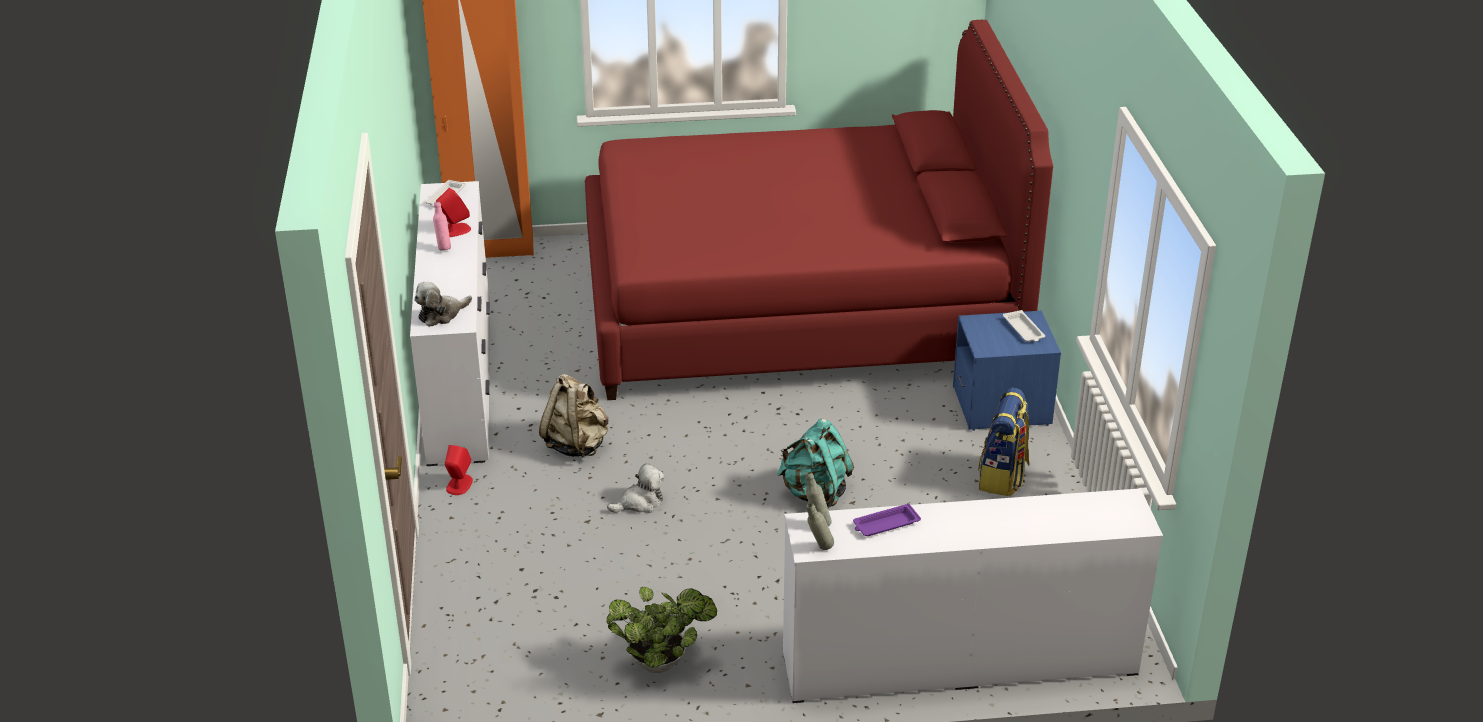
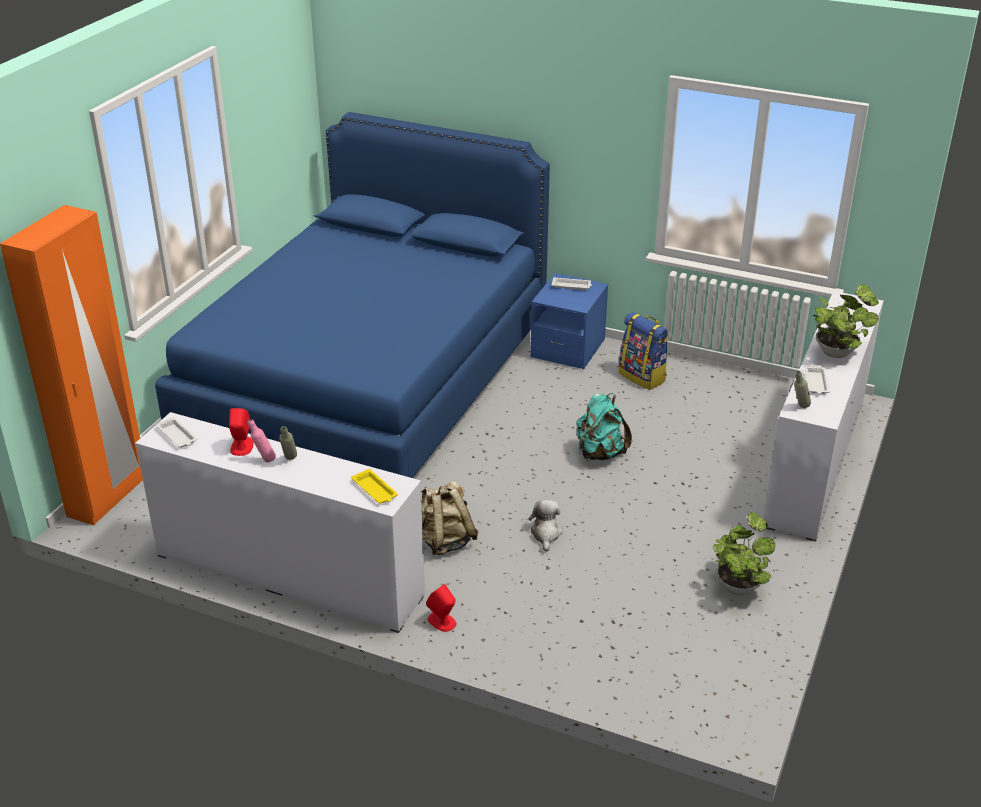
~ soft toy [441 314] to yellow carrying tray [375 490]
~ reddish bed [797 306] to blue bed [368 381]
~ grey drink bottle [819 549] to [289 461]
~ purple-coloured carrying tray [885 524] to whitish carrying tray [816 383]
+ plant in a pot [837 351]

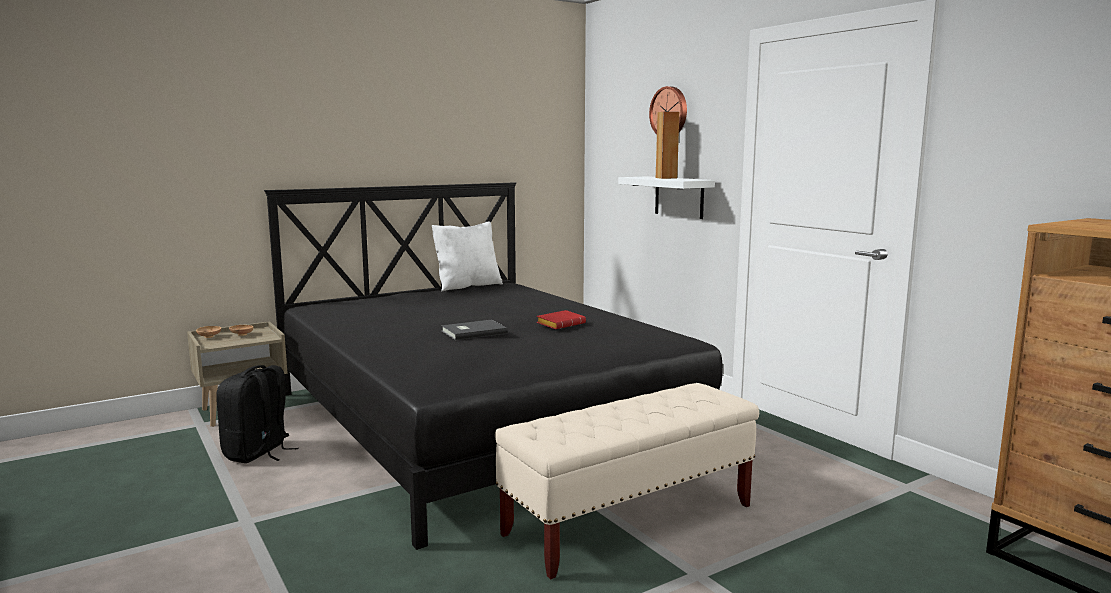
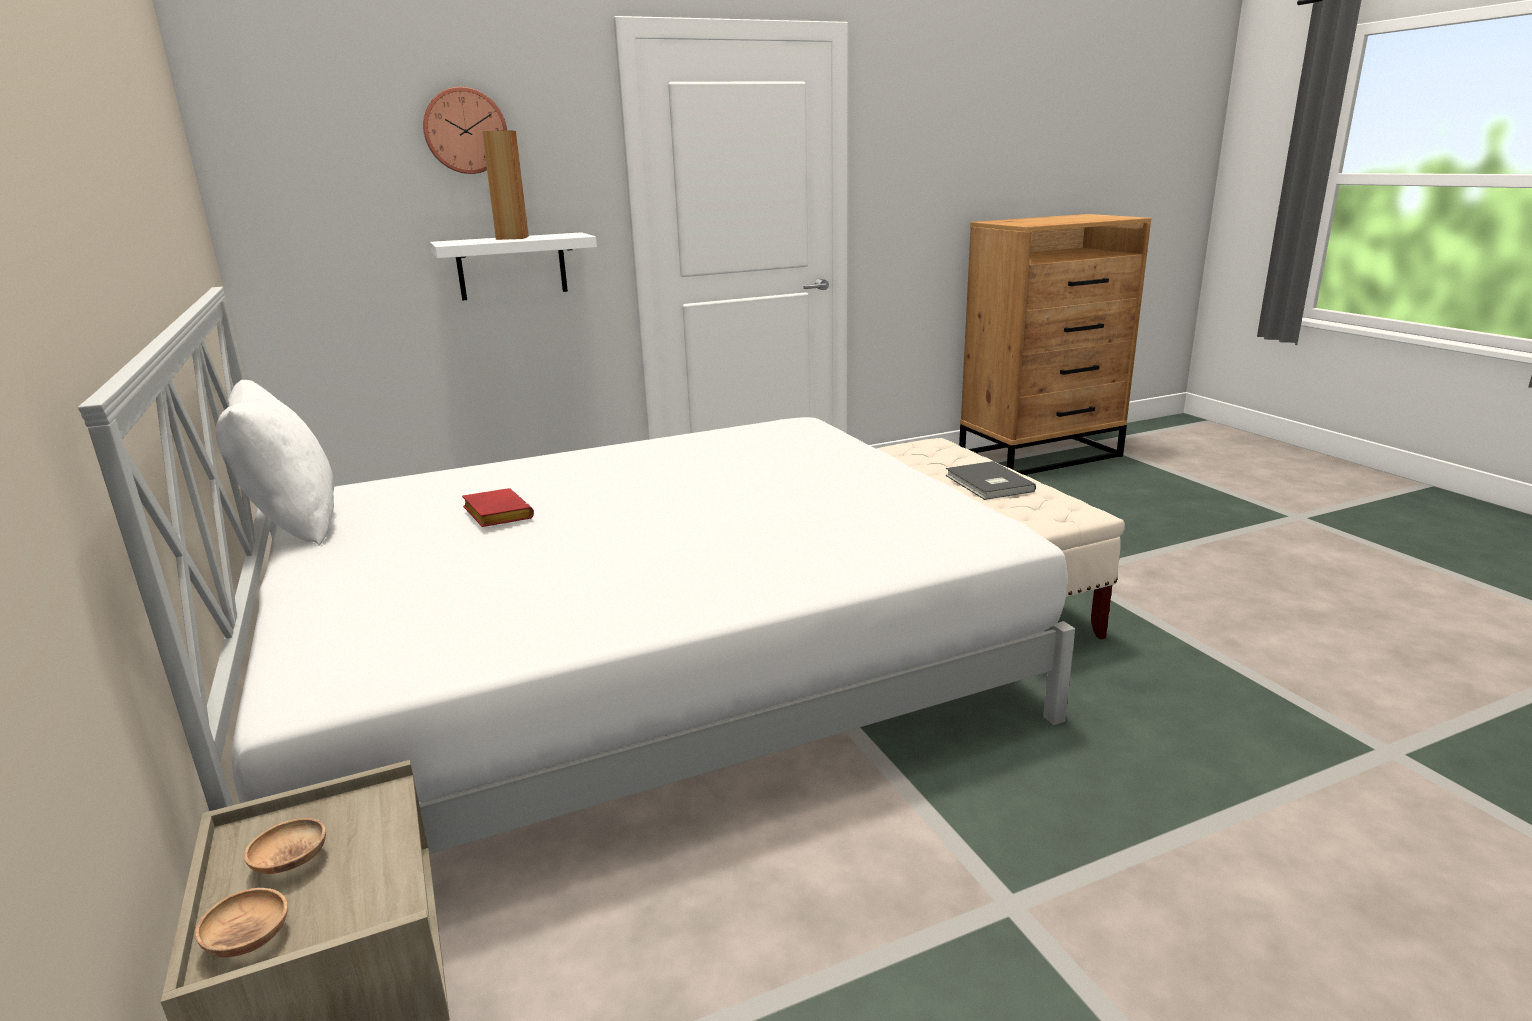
- blackish knapsack [258 453]
~ blackish bed [479 421] to whitish bed [641 674]
~ grey volume [472 332] to [987 484]
~ reddish volume [561 324] to [495 514]

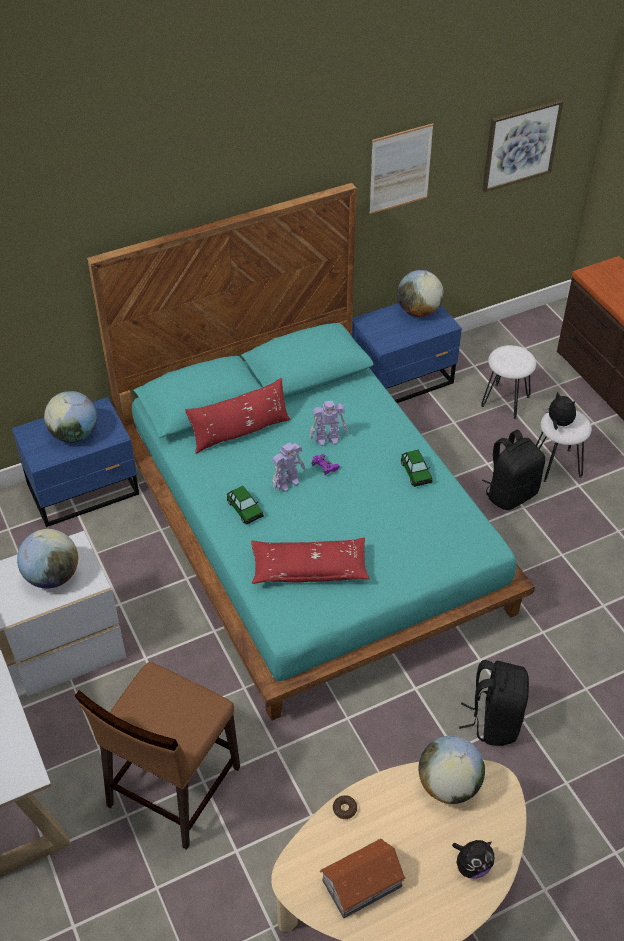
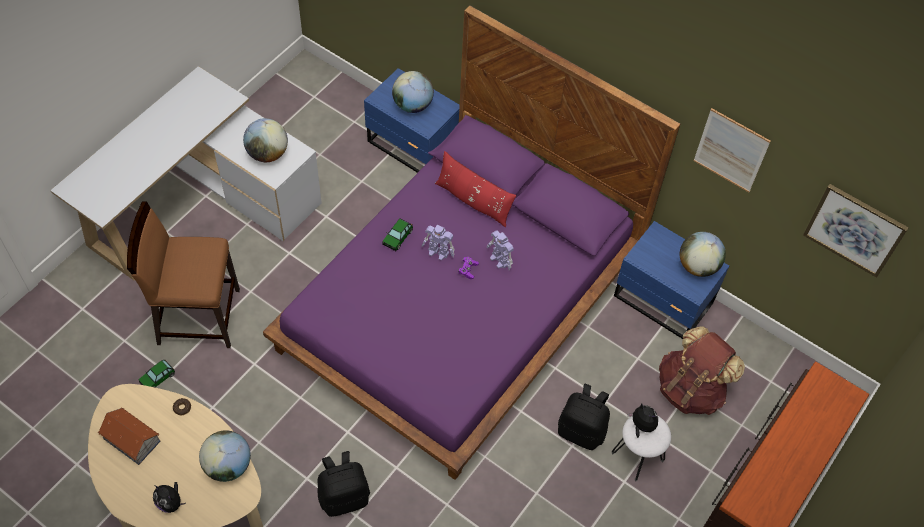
~ blue-green bed [312 528] to purple-coloured bed [460 303]
- reddish pillow [309 568]
~ toy car [416 472] to [157 378]
~ whitish sitting stool [505 401] to brownish knapsack [691 389]
~ soft toy [558 423] = [641 426] 60 degrees counterclockwise

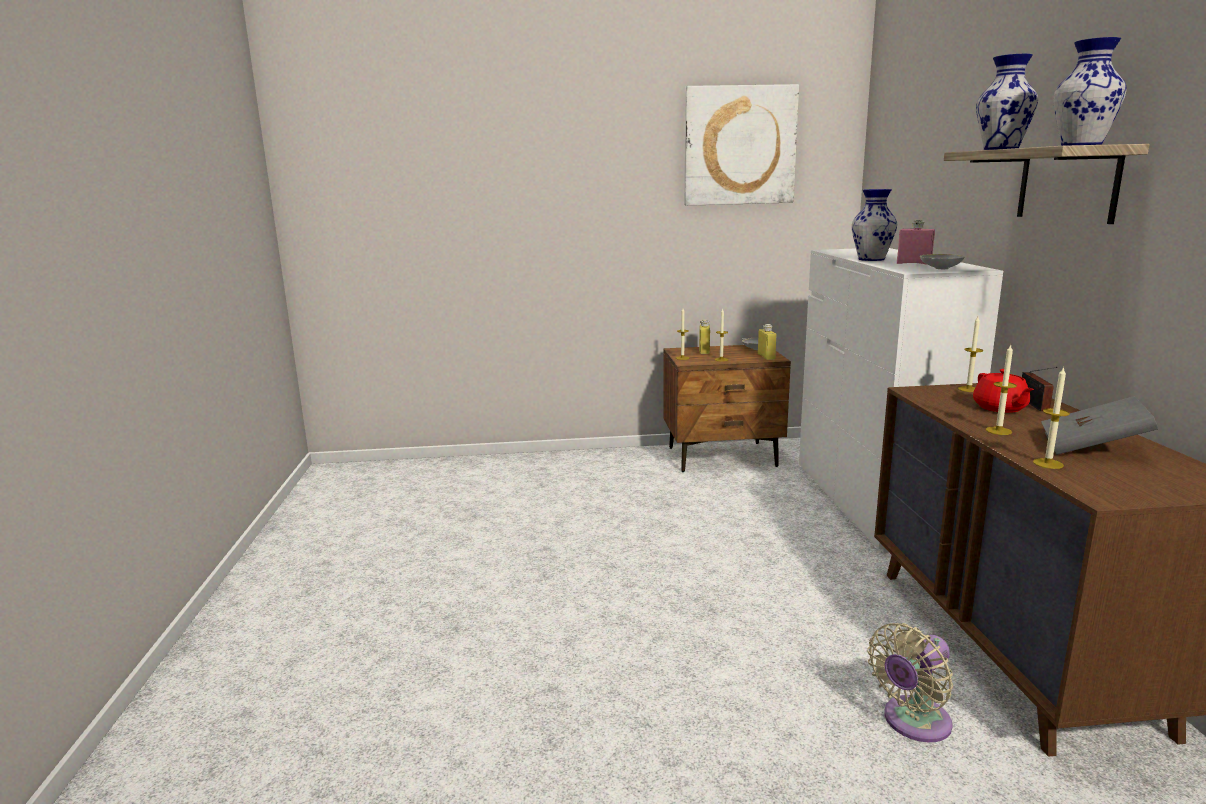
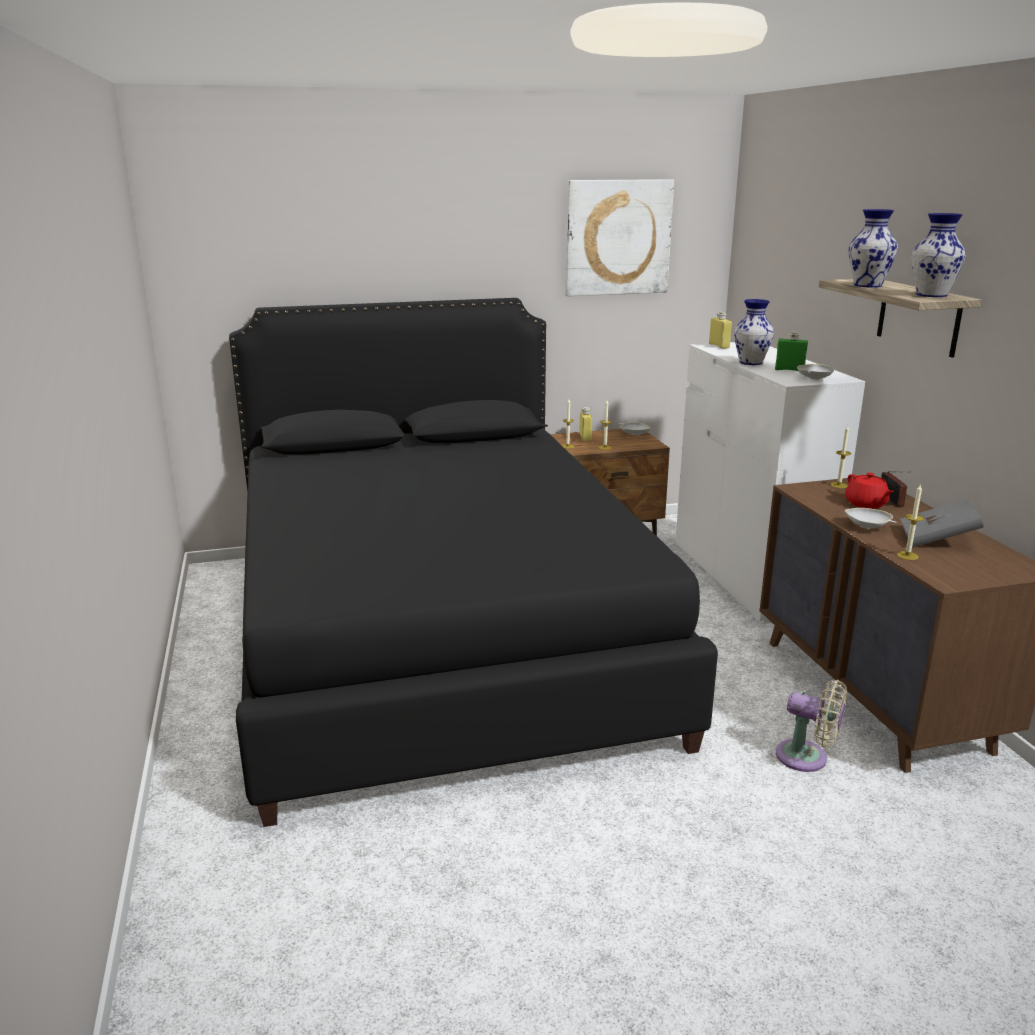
~ yellow drink bottle [766 357] to [719 346]
~ beige fan [912 723] = [807 758] 105 degrees counterclockwise
~ pink-coloured drink bottle [914 263] to green drink bottle [789 370]
~ candle [998 431] to whitish deep dish [868 527]
+ blackish bed [437 638]

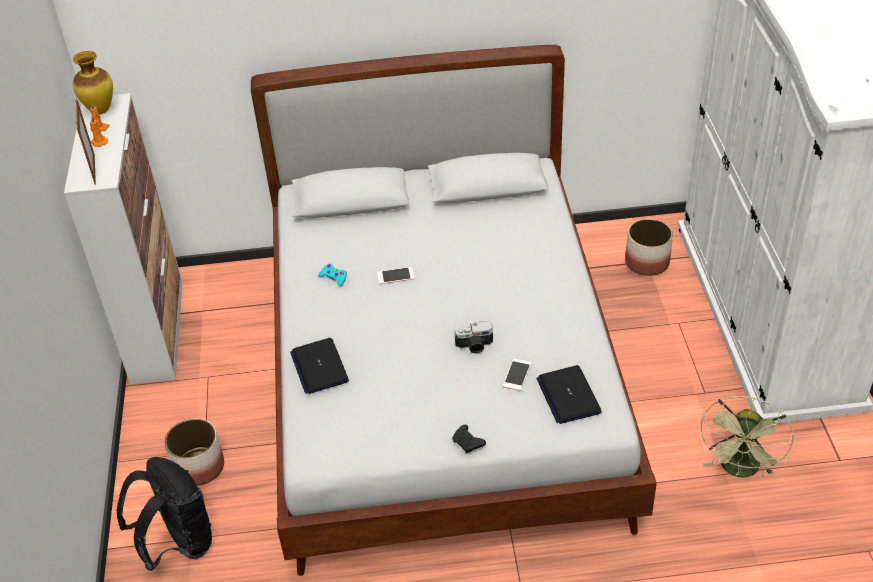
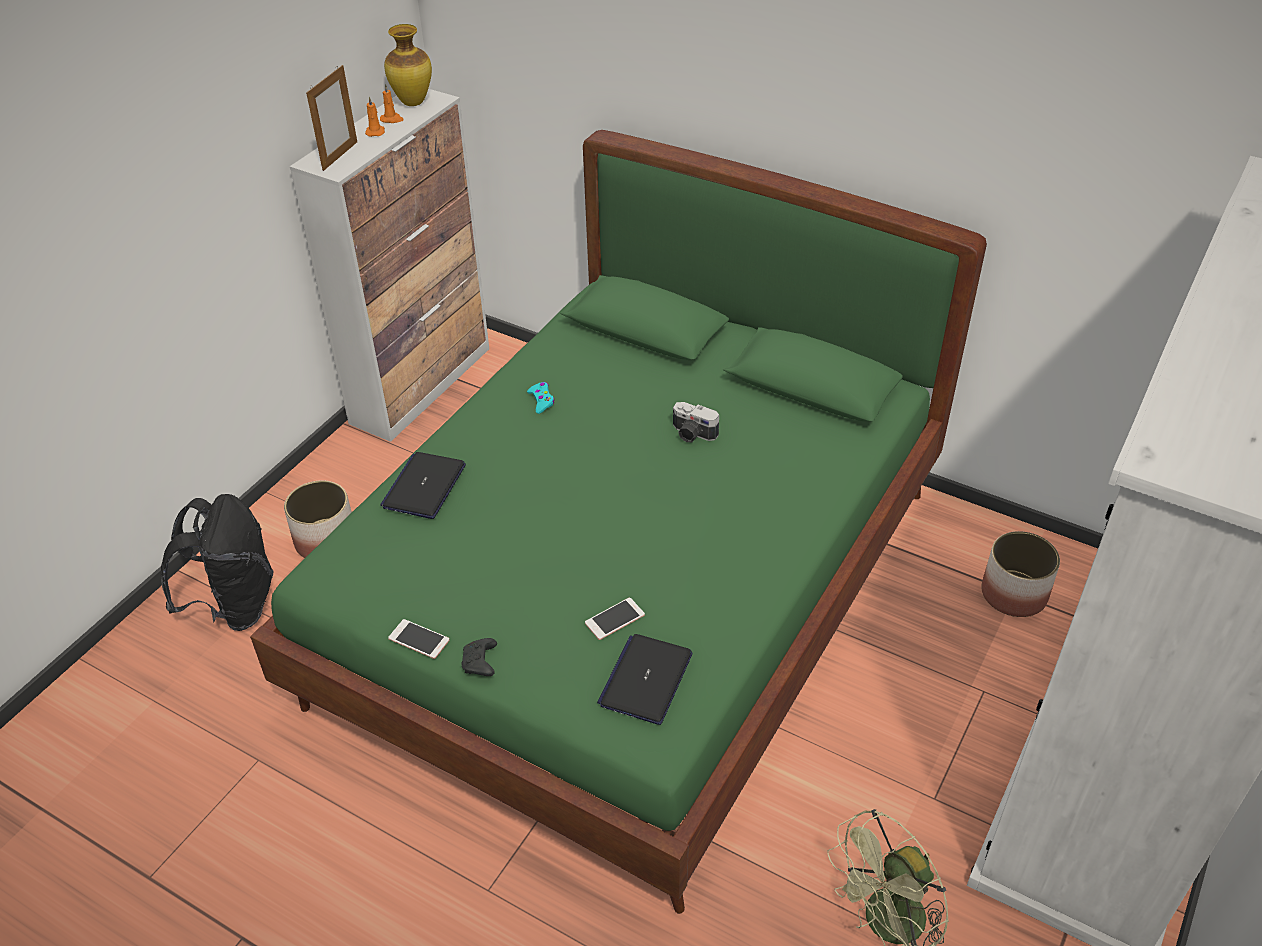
~ whitish bed [443 384] to green bed [635 599]
~ phone [395 276] to [419 639]
~ photo camera [474 346] to [692 434]

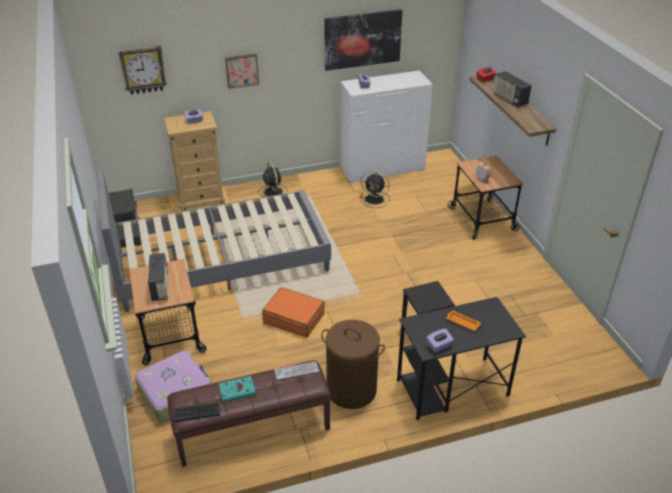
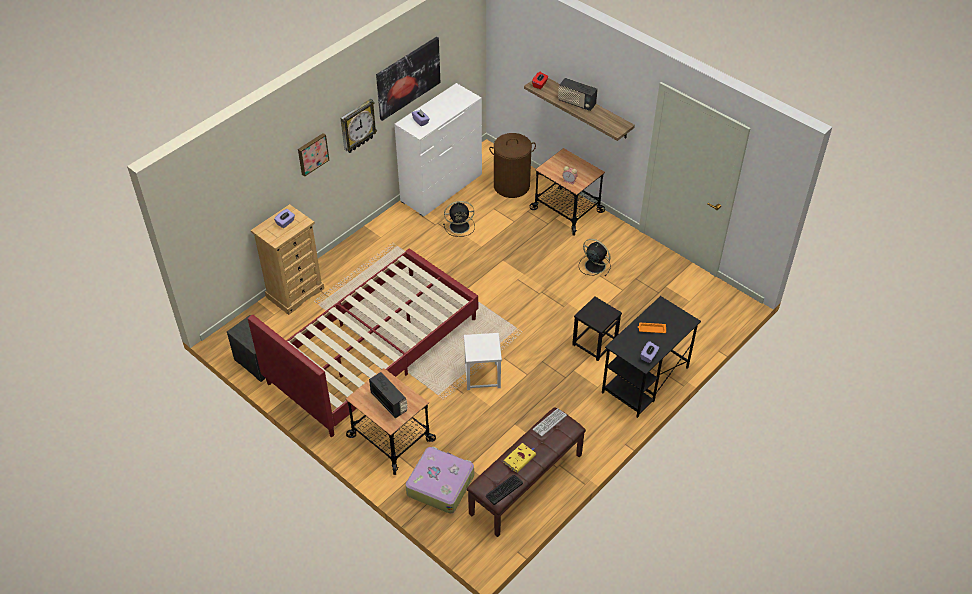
~ grey bed [220 261] to reddish bed [373 350]
~ clock on the wall [143 69] to [357 126]
~ blue-green volume [238 390] to yellow volume [520 458]
~ blackish fan [273 191] to [594 265]
~ orange piece of luggage [294 318] to whitish sitting stool [482 376]
~ brownish washing basket [351 389] to [511 186]

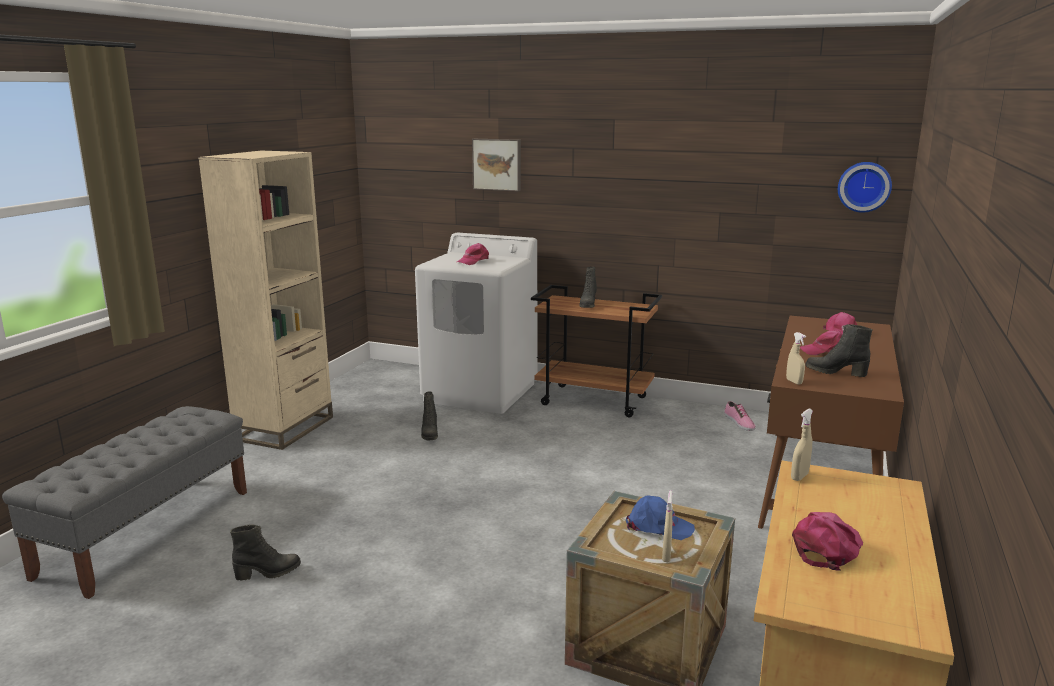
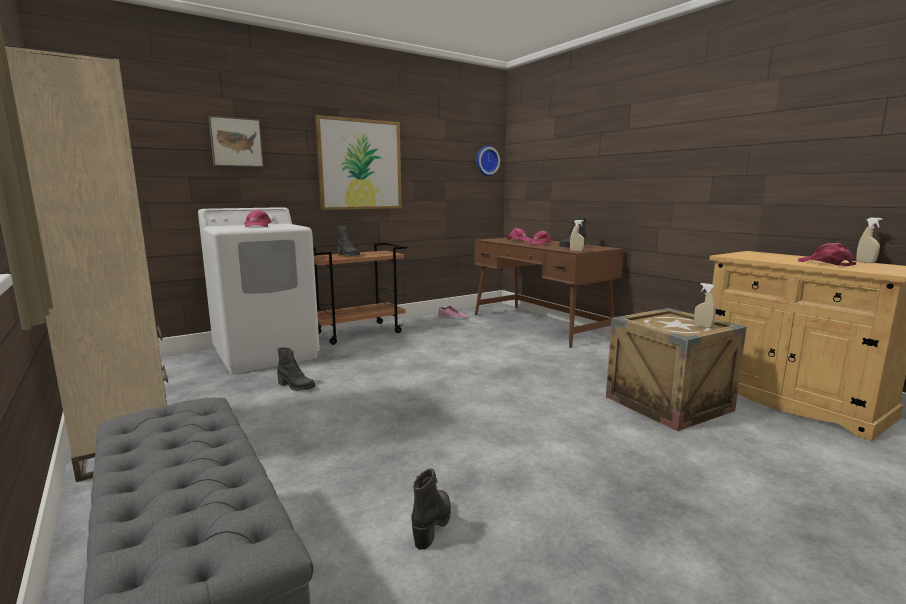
- blue peaked cap [658 527]
~ beige hand sprayer [799 477] to [865 262]
+ wall art [360 165]

